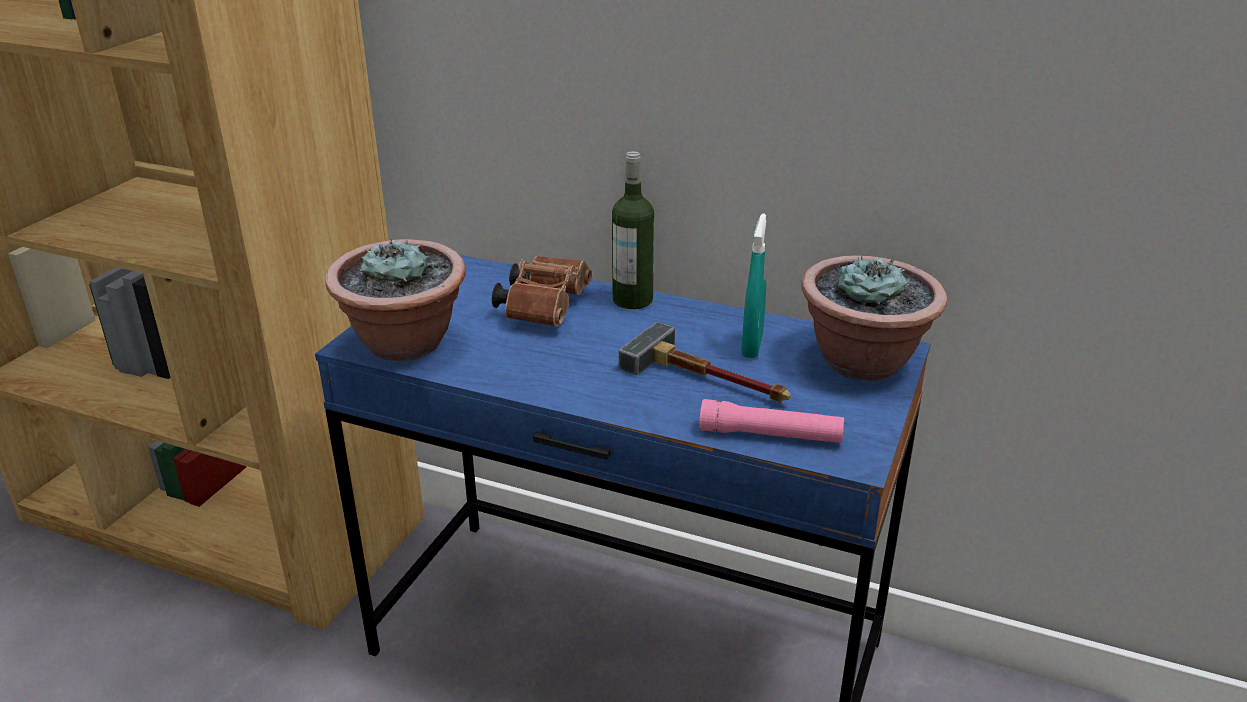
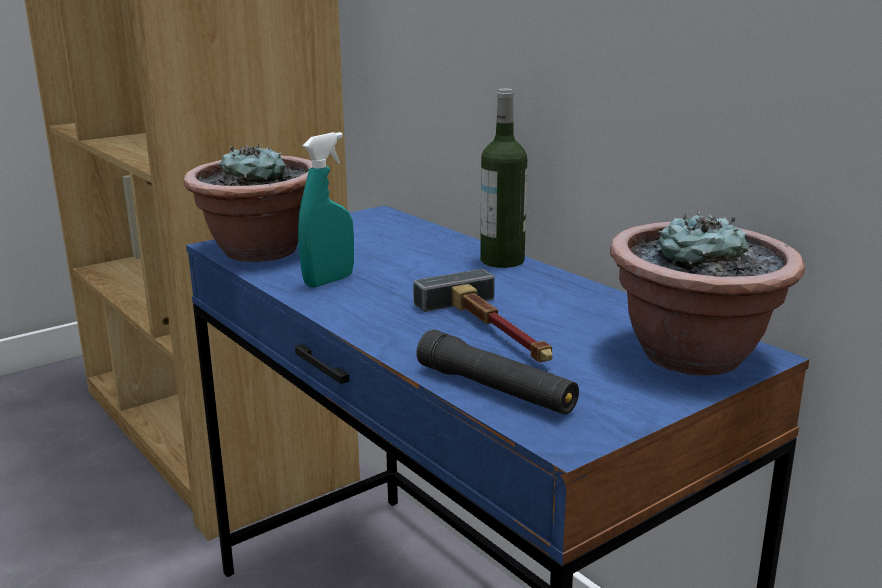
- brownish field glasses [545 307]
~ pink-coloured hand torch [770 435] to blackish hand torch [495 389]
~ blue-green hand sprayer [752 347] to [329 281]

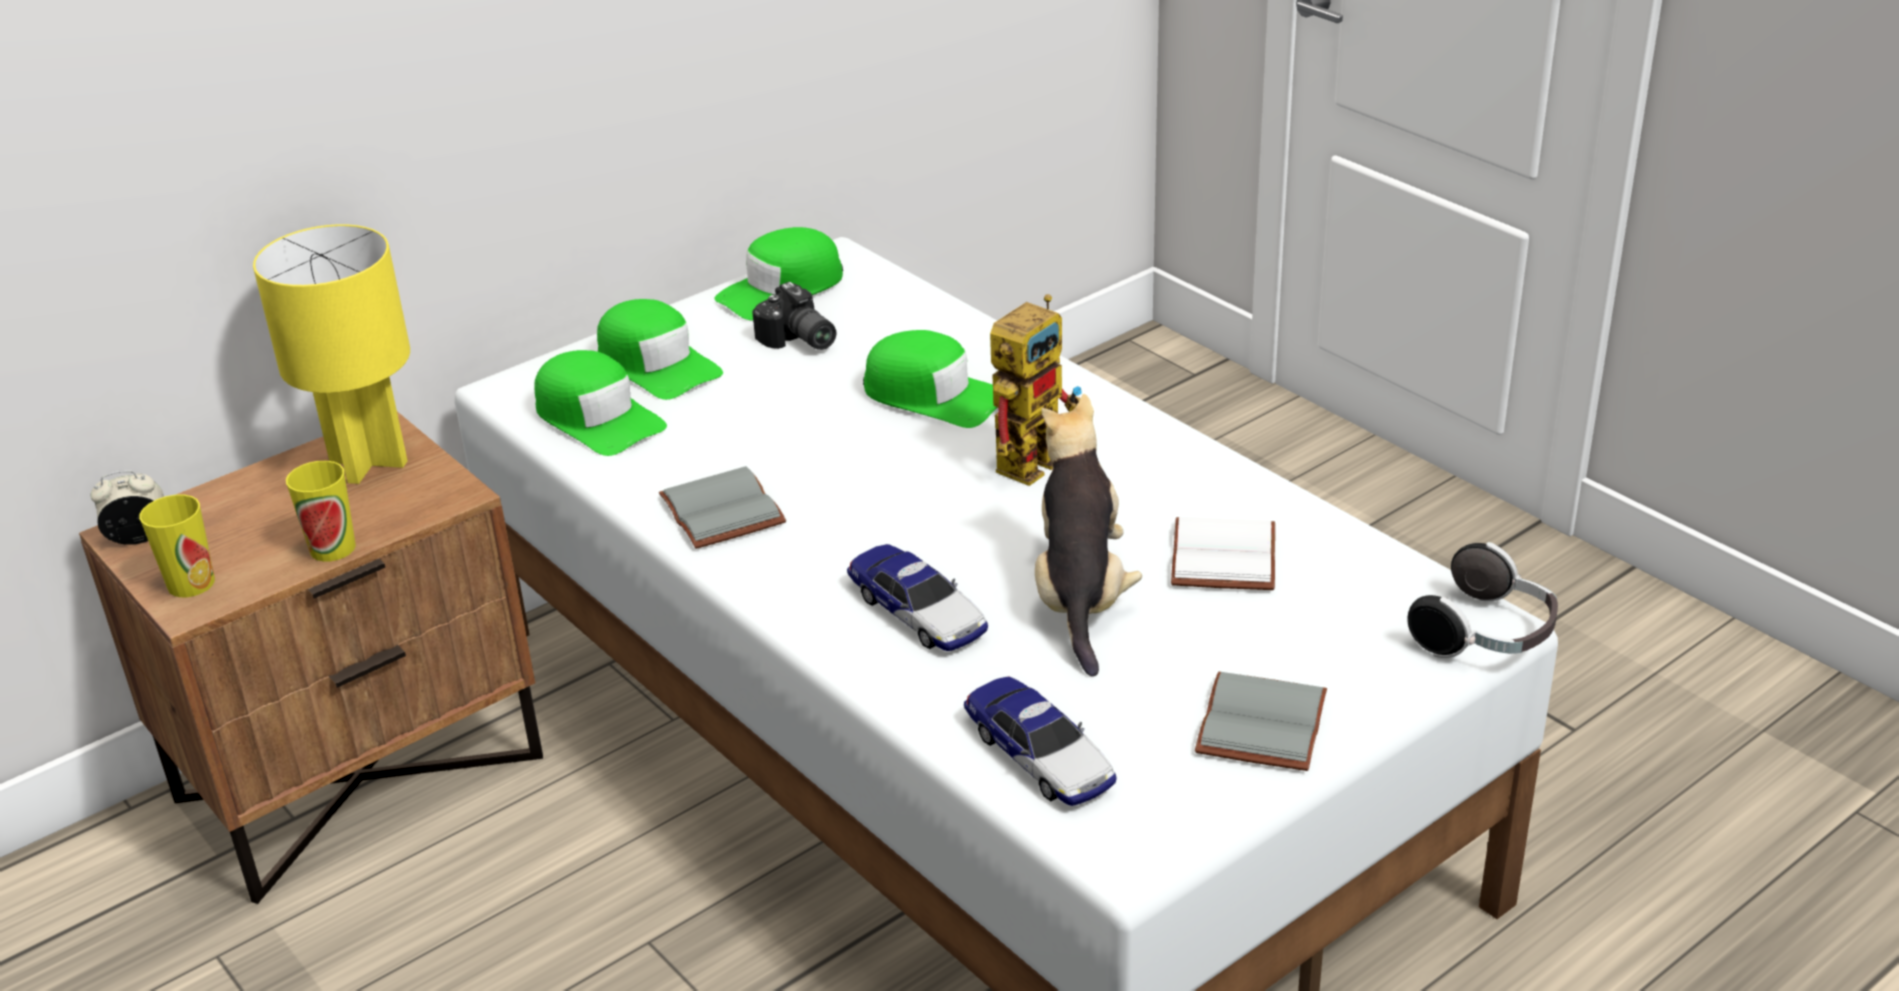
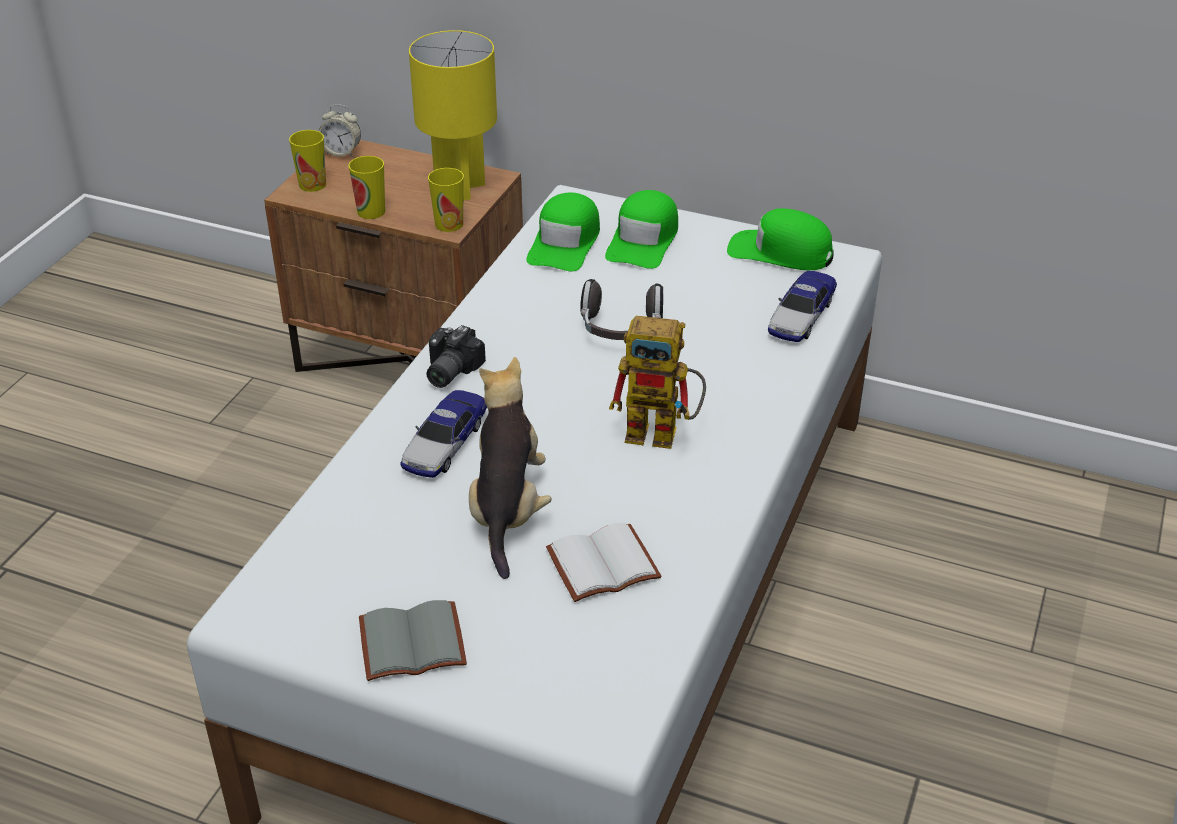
~ bedside clock [139 538] = [342 152] 150 degrees clockwise
- grey volume [726 511]
~ photo camera [798 341] to [447 371]
- green peaked cap [933 395]
~ toy car [1039 755] to [801 315]
~ soft toy [1080 597] = [507 509] 60 degrees counterclockwise
~ headphones [1486 635] to [620 330]
+ small cup [449 224]

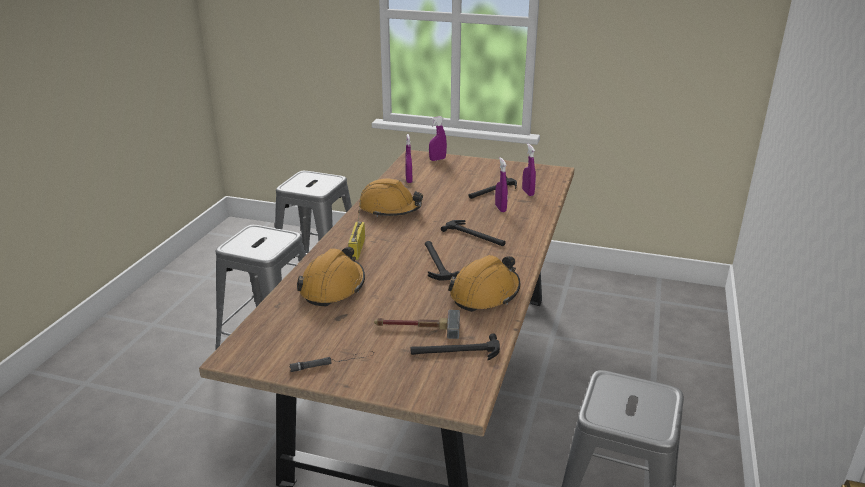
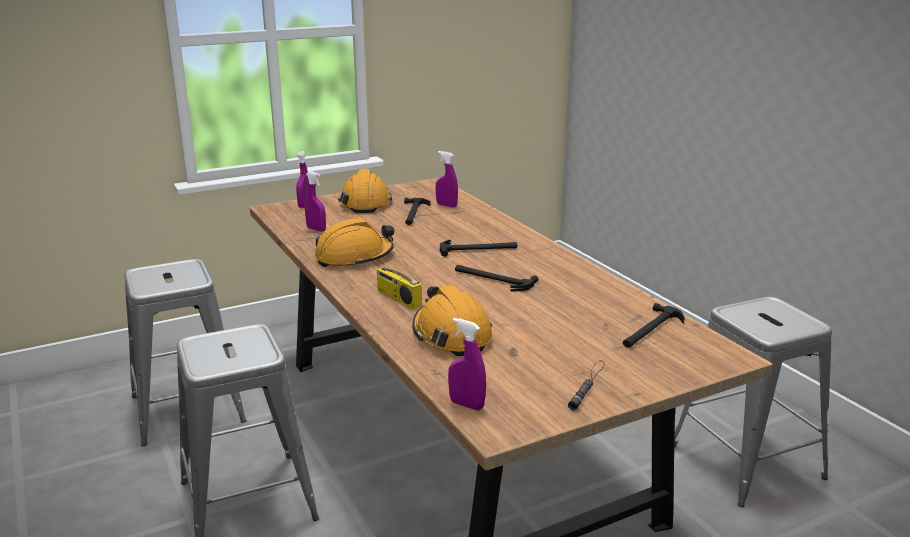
- hand hammer [416 327]
~ orange safety helmet [485 294] to [365 203]
~ purple-coloured hand sprayer [500 208] to [466 405]

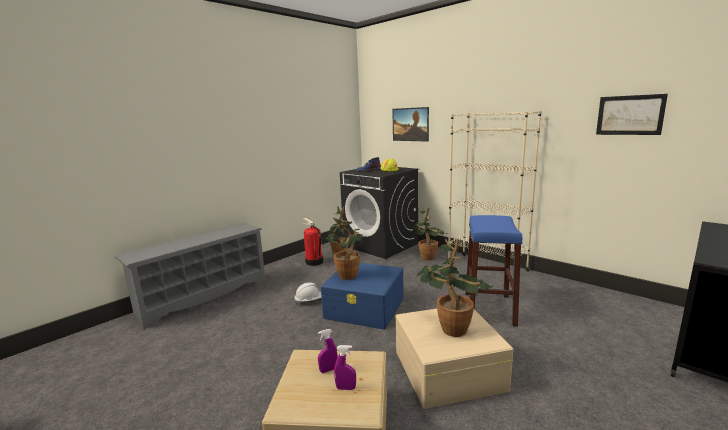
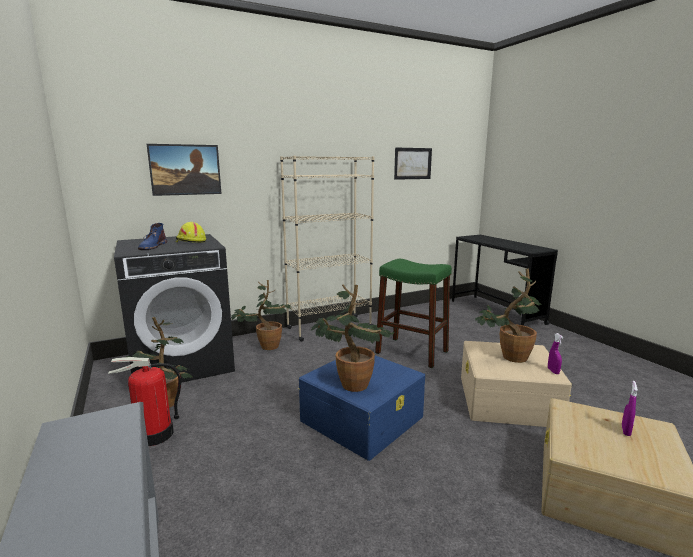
- whitish safety helmet [309 301]
~ purple-coloured hand sprayer [328 370] to [553 371]
~ blue sitting stool [489 308] to green sitting stool [411 352]

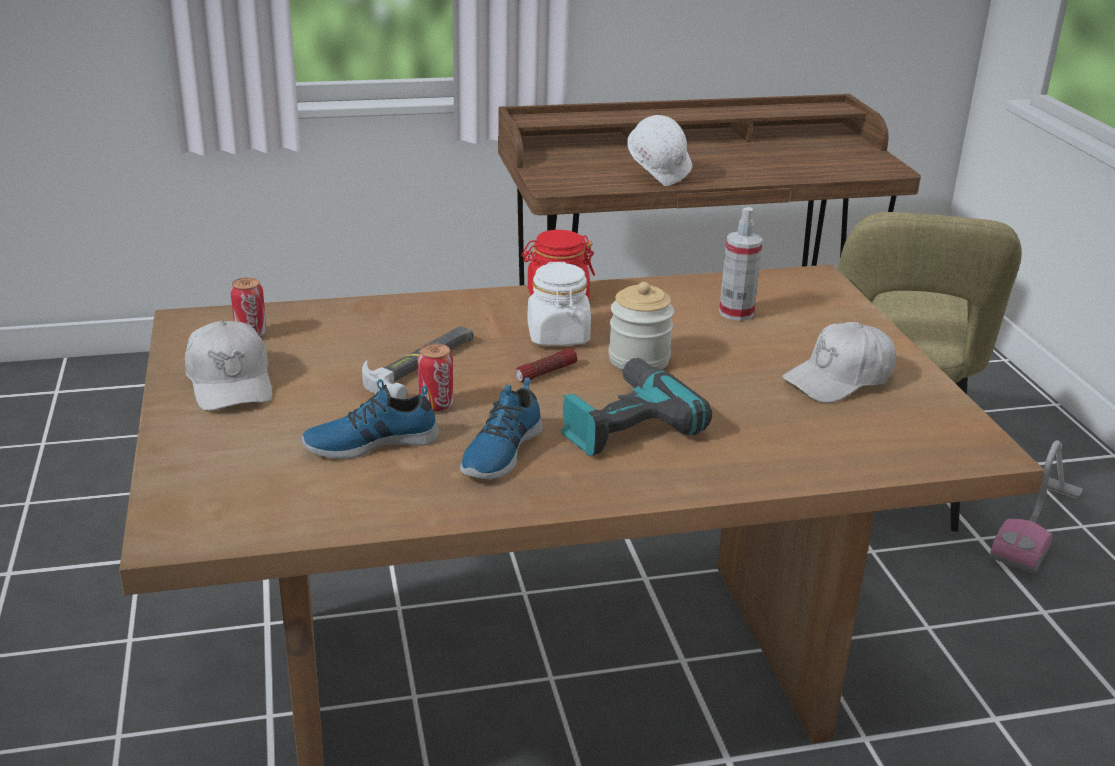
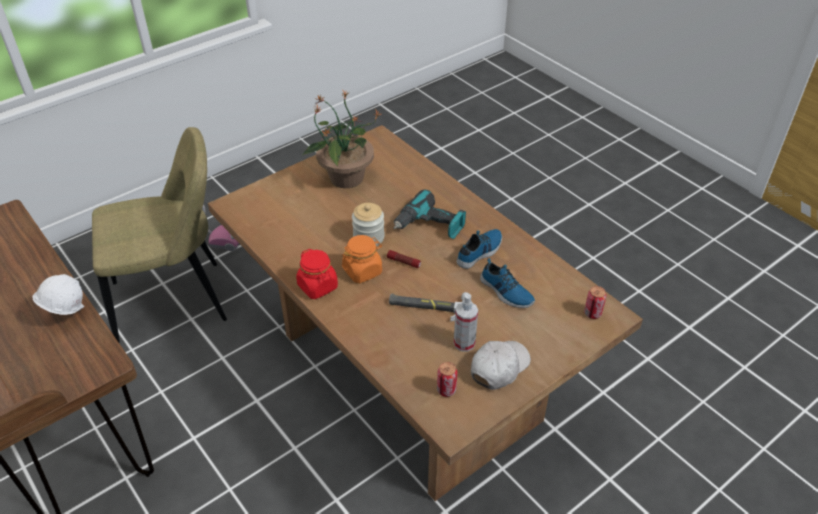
~ sealed can [436 405] to [592 313]
~ shoe [499 451] = [480 252] 45 degrees counterclockwise
~ whitish storage jar [558 336] to orange storage jar [362 271]
~ hand sprayer [736 313] to [464 343]
~ whitish peaked cap [839 379] to plant in a pot [345 178]

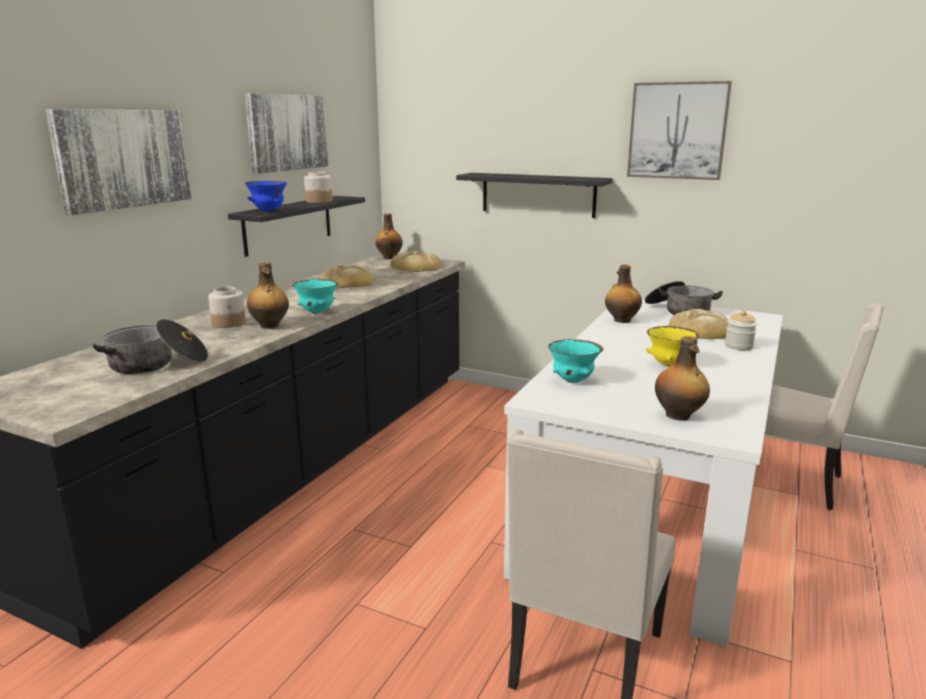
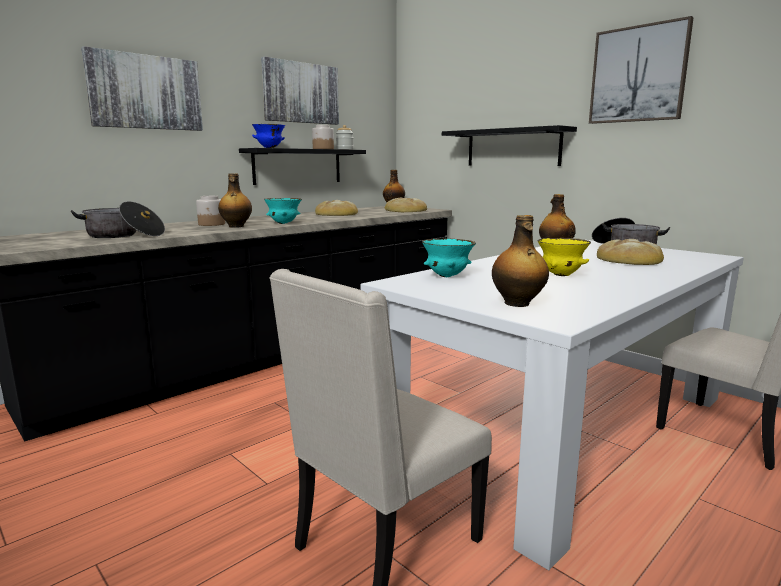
~ storage jar [738 346] to [345 149]

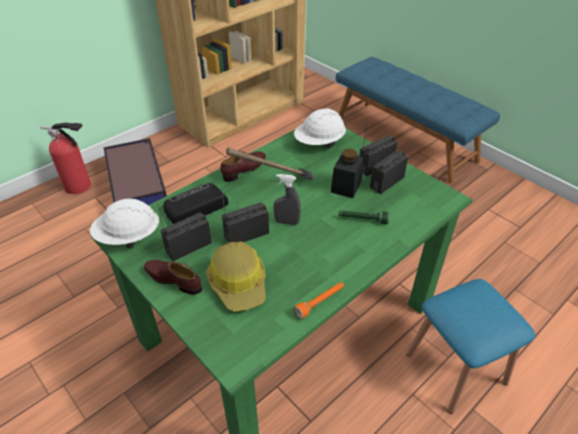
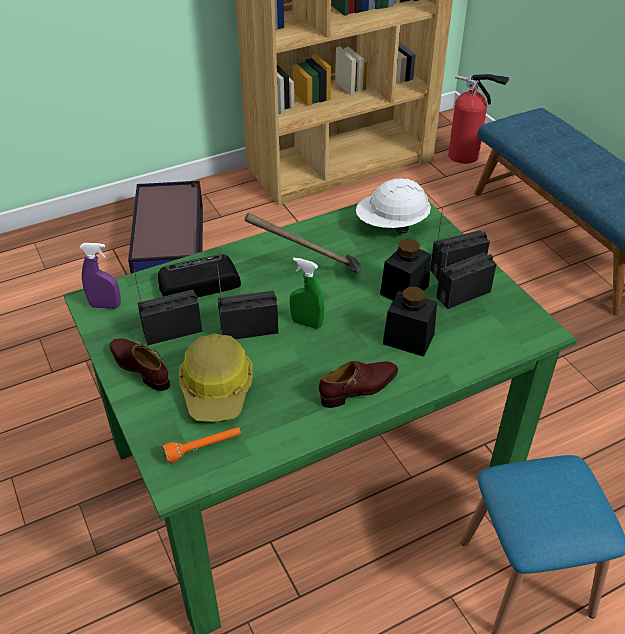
~ fire-fighting cylinder [80 186] to [466 156]
~ whitish safety helmet [128 237] to purple-coloured hand sprayer [105 306]
~ brownish shoe [245 169] to [359 388]
~ grey hand sprayer [287 222] to green hand sprayer [306 323]
~ orange hand torch [320 302] to [203 448]
~ green hand torch [362 220] to blackish storage jar [408 339]

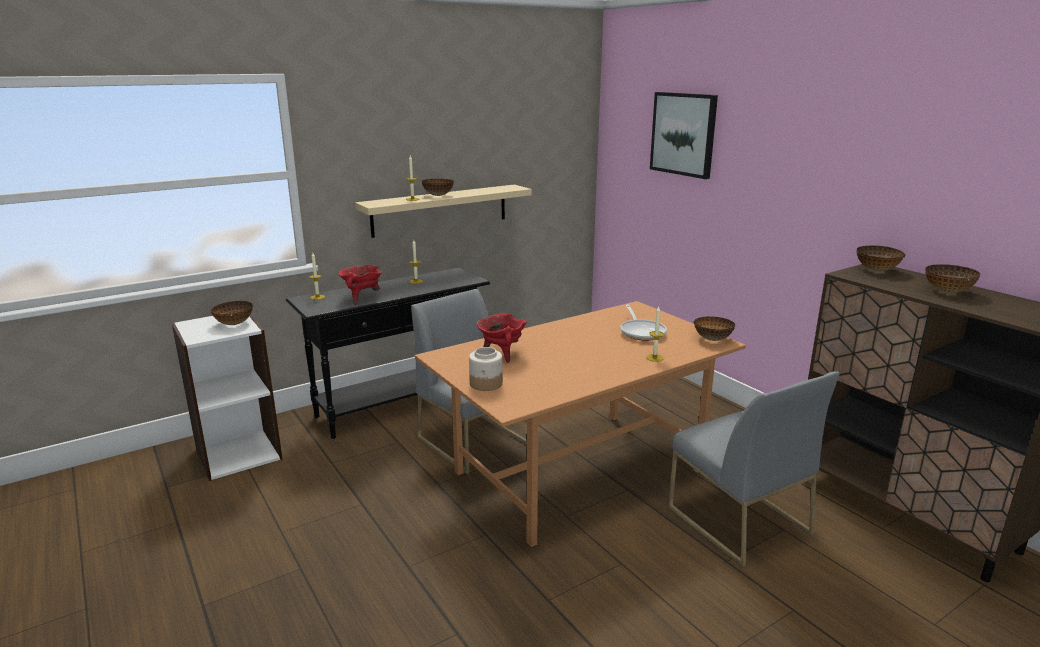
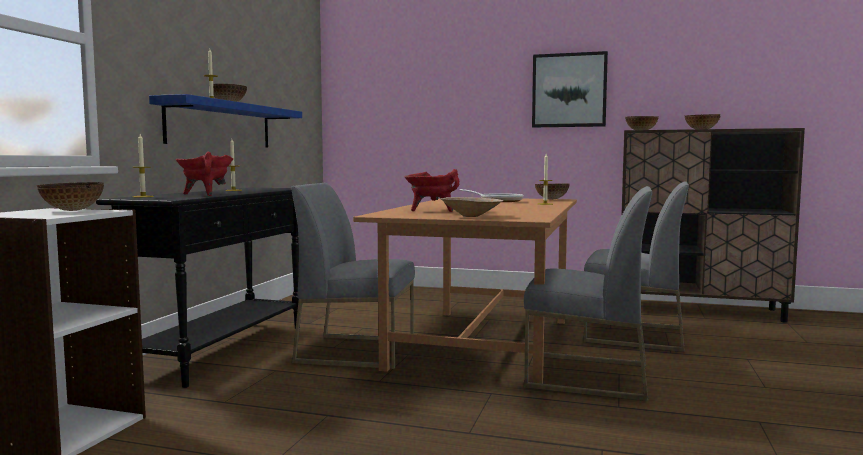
~ beige bracket shelf [440 210] to blue bracket shelf [221 125]
~ storage jar [486 384] to beige deep dish [472 216]
~ wall art [683 134] to [569 90]
+ grey plain chair [586 376]

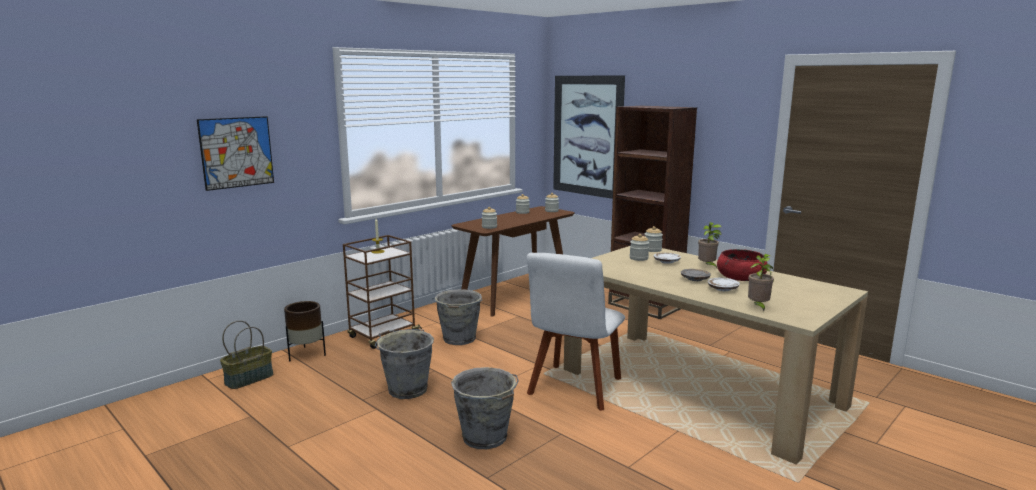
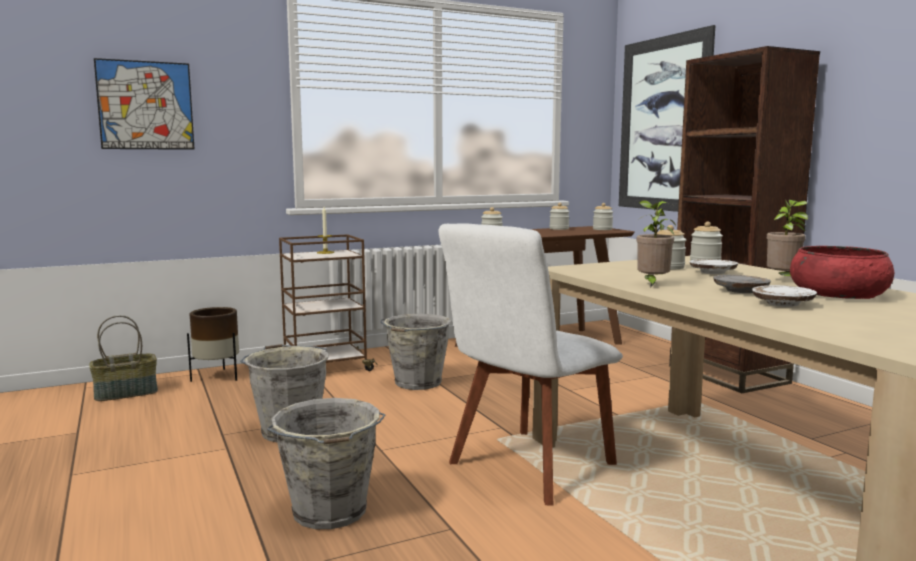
~ plant in a pot [758 307] to [652 284]

